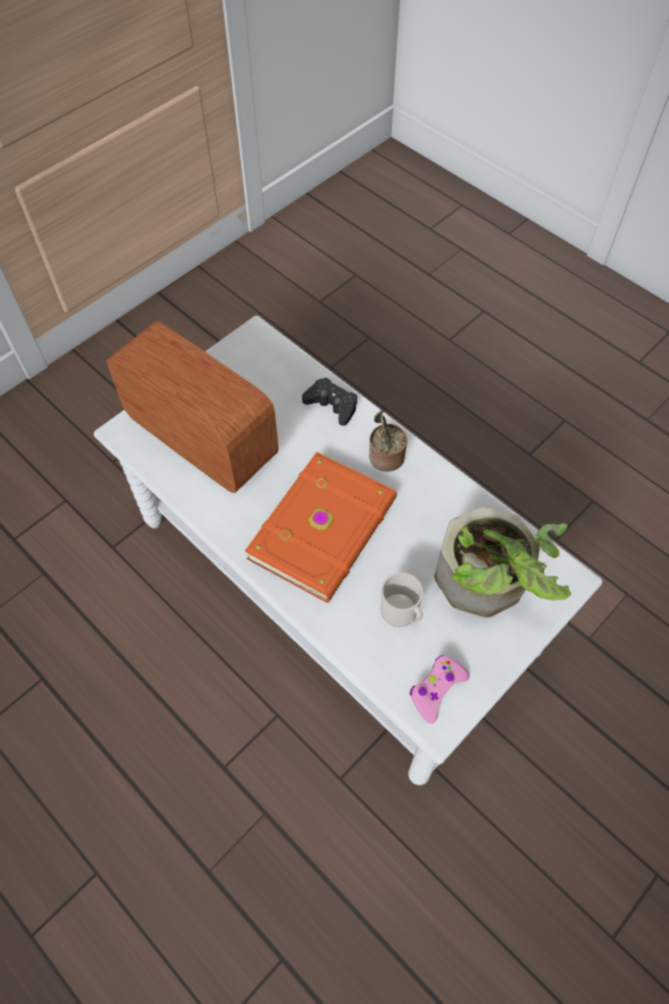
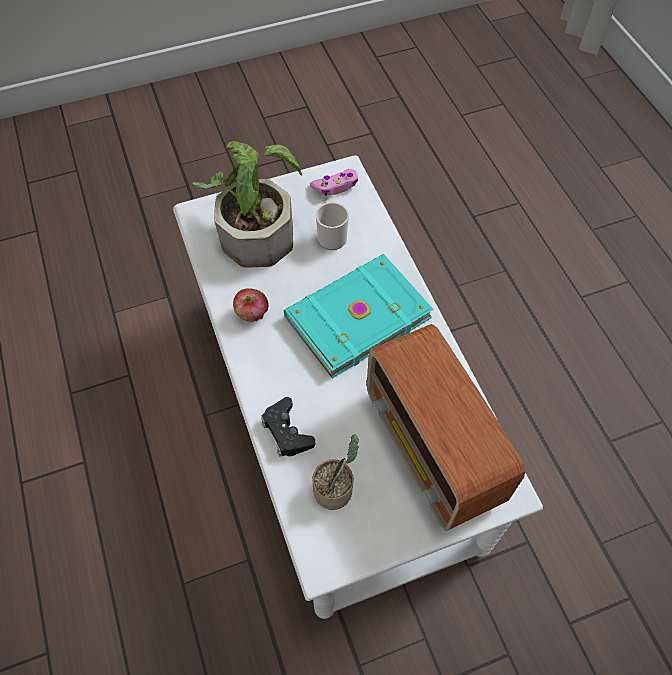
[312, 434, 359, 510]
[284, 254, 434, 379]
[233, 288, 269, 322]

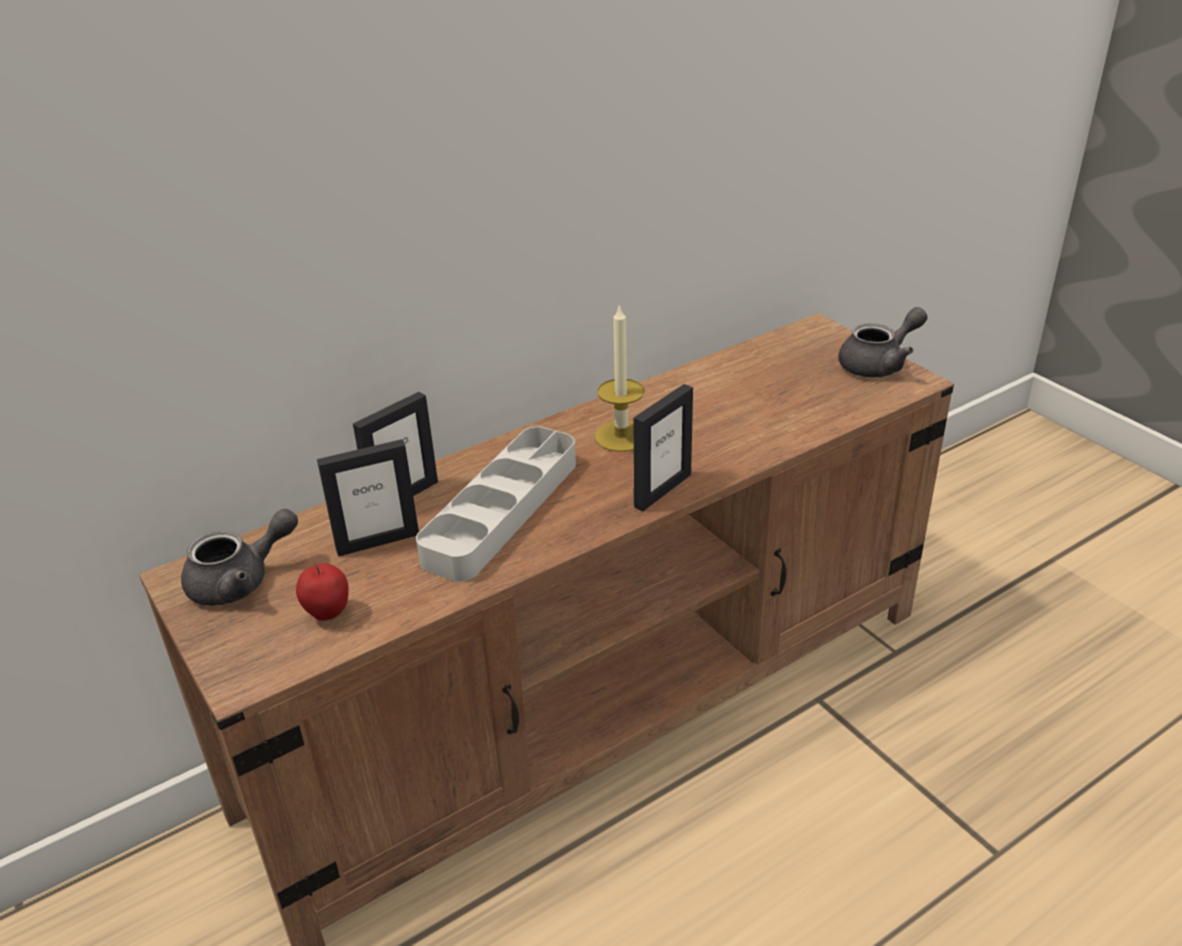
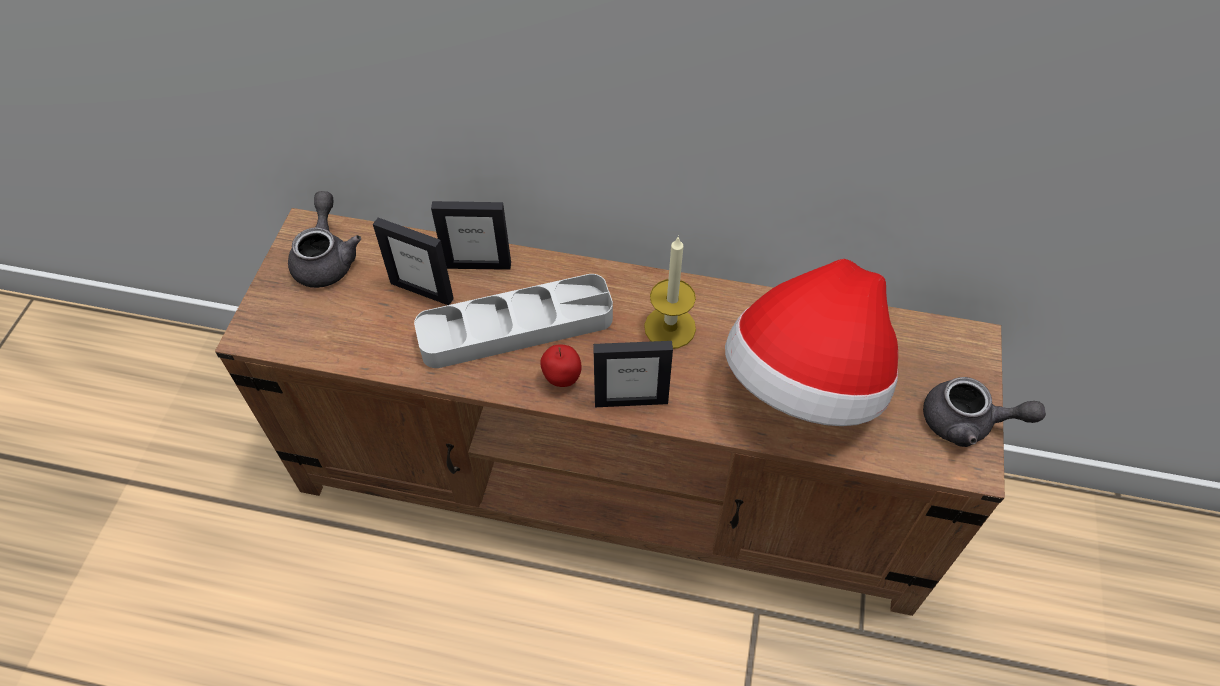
[288, 191, 361, 288]
[540, 345, 582, 387]
[725, 259, 898, 426]

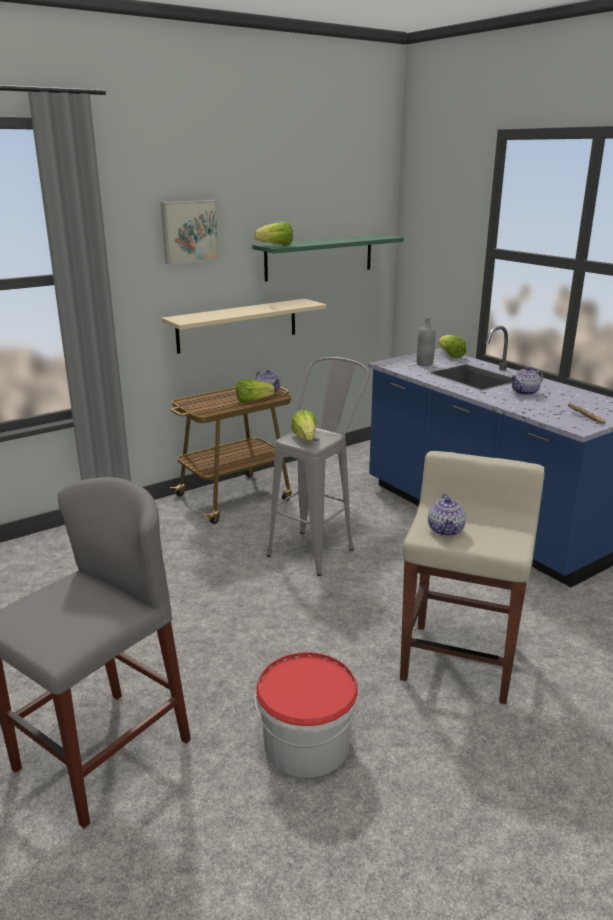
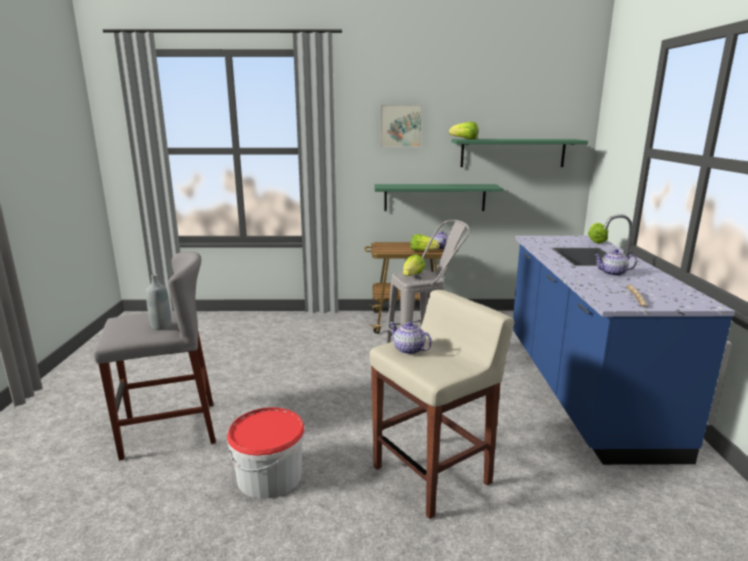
[374, 184, 503, 211]
[146, 274, 172, 330]
[389, 321, 432, 355]

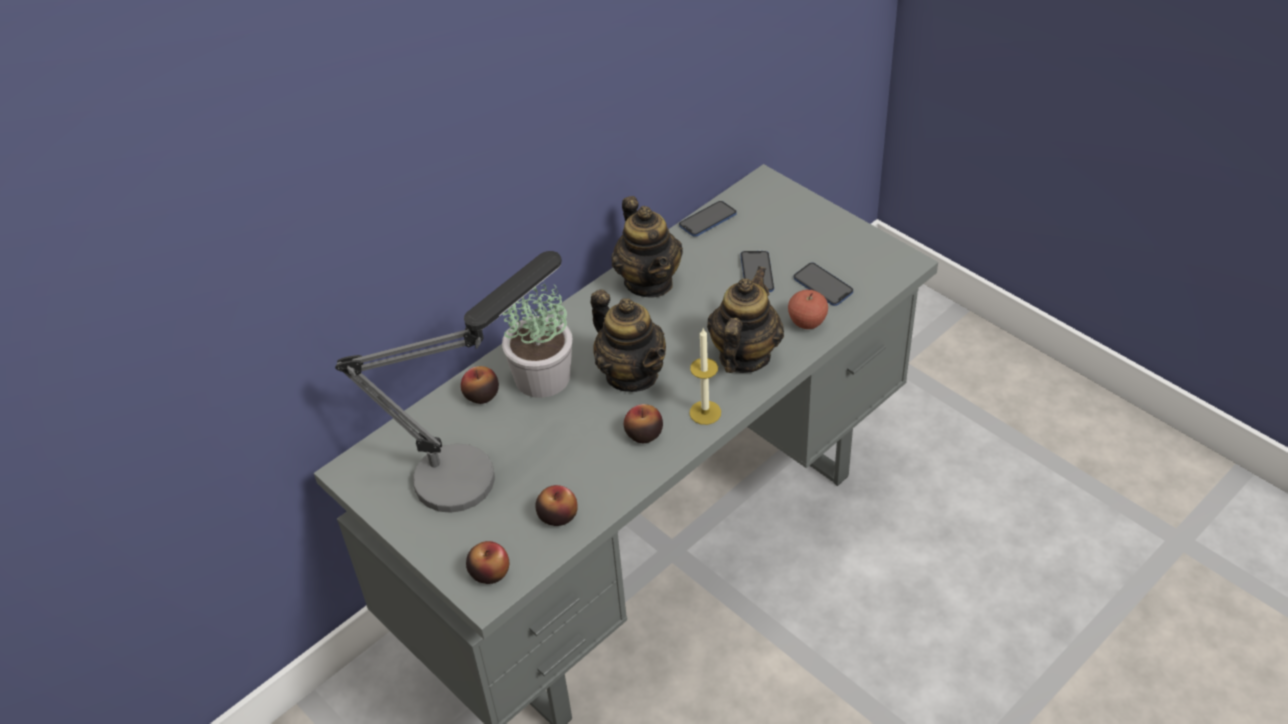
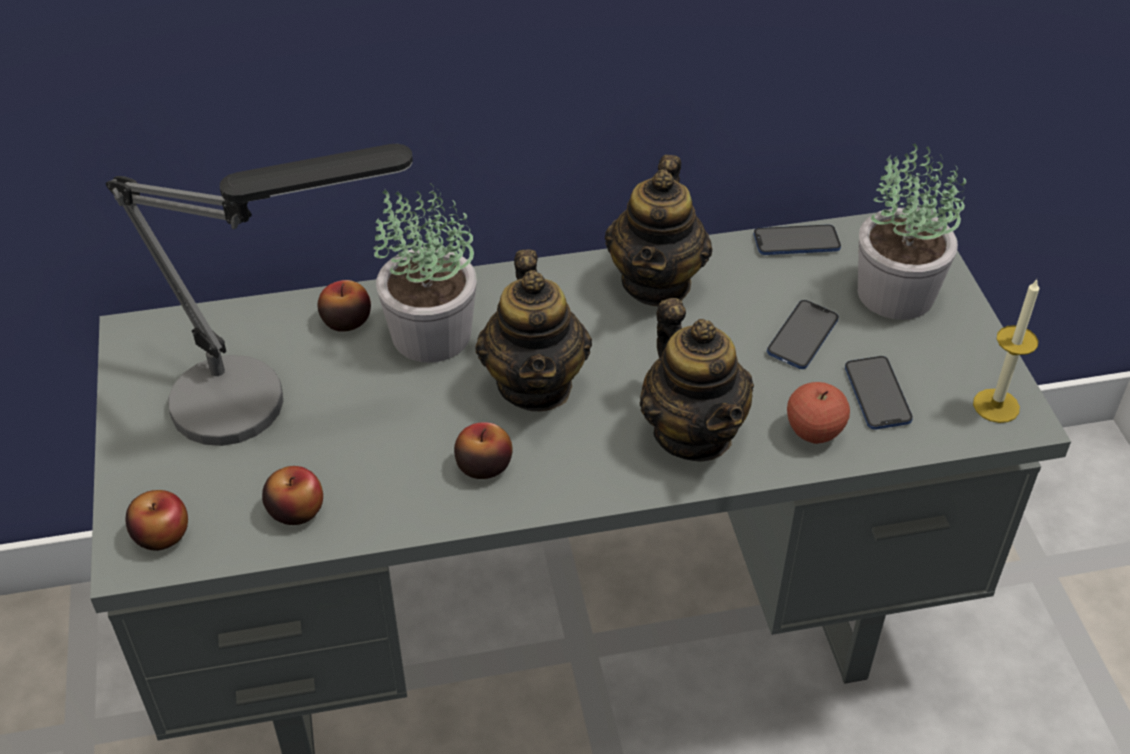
[640, 298, 754, 462]
[973, 279, 1039, 423]
[858, 143, 966, 320]

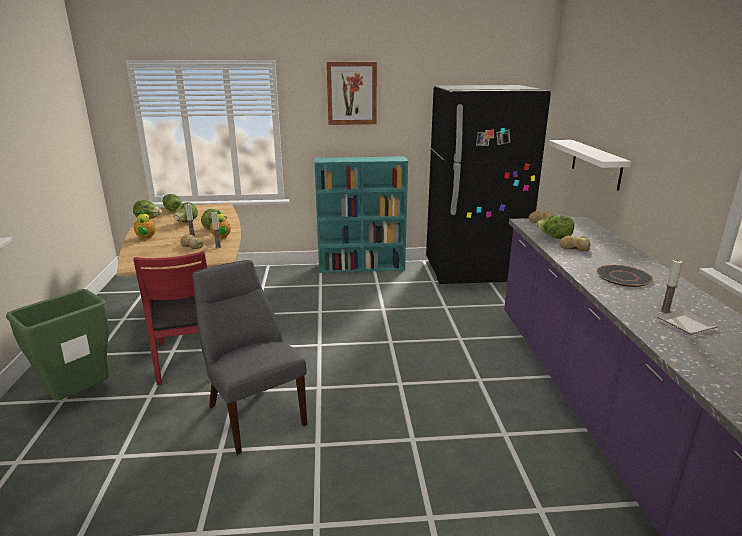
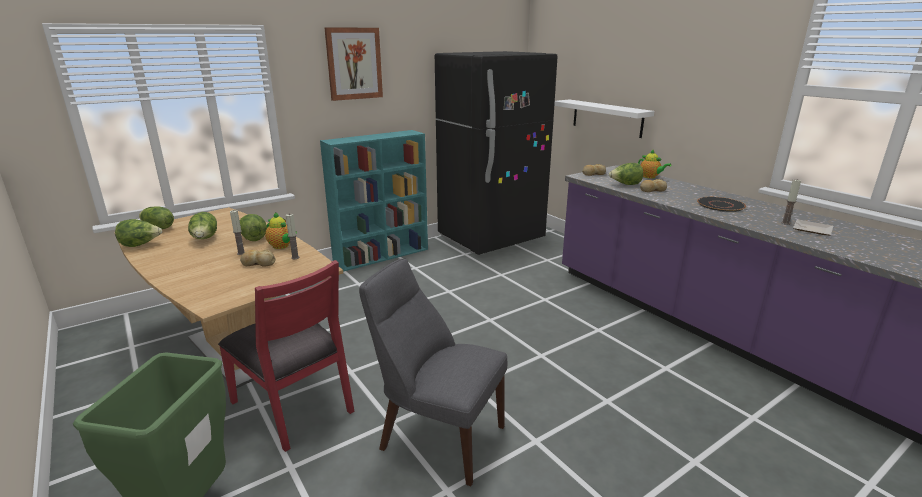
[638, 149, 672, 179]

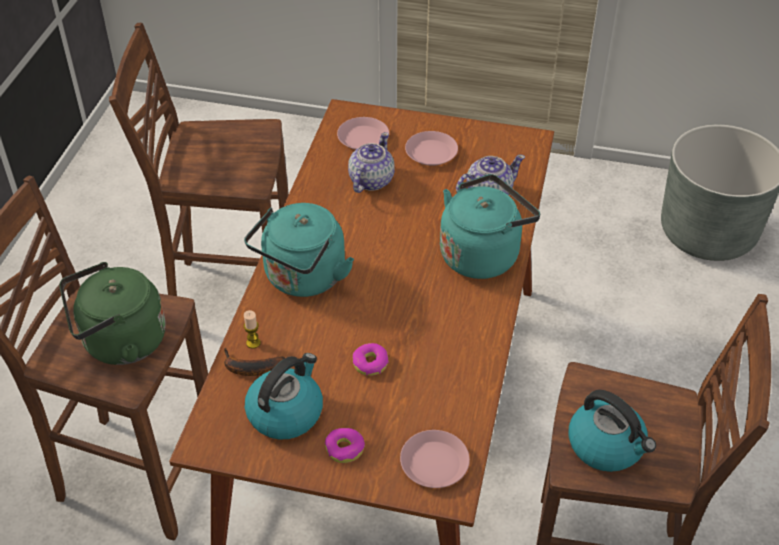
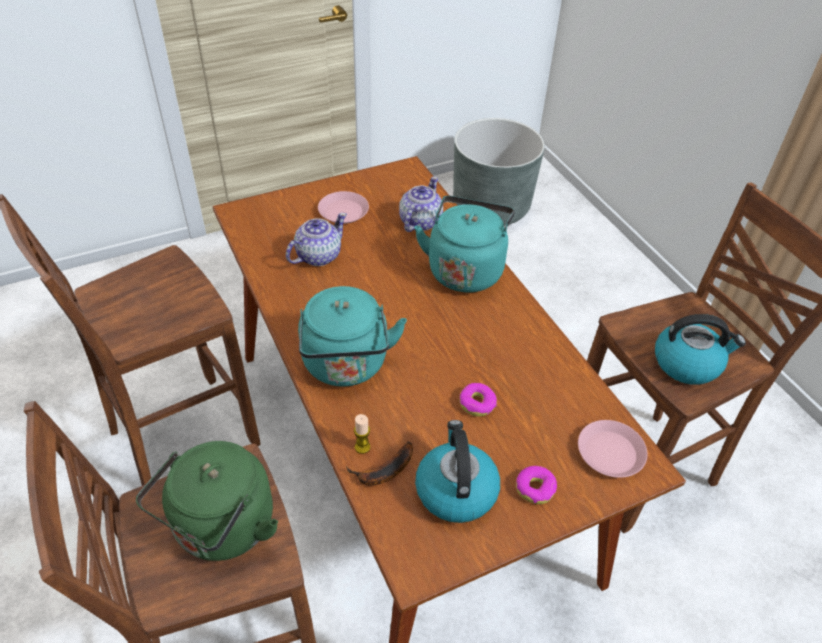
[337, 117, 389, 150] (first image)
[286, 213, 347, 266]

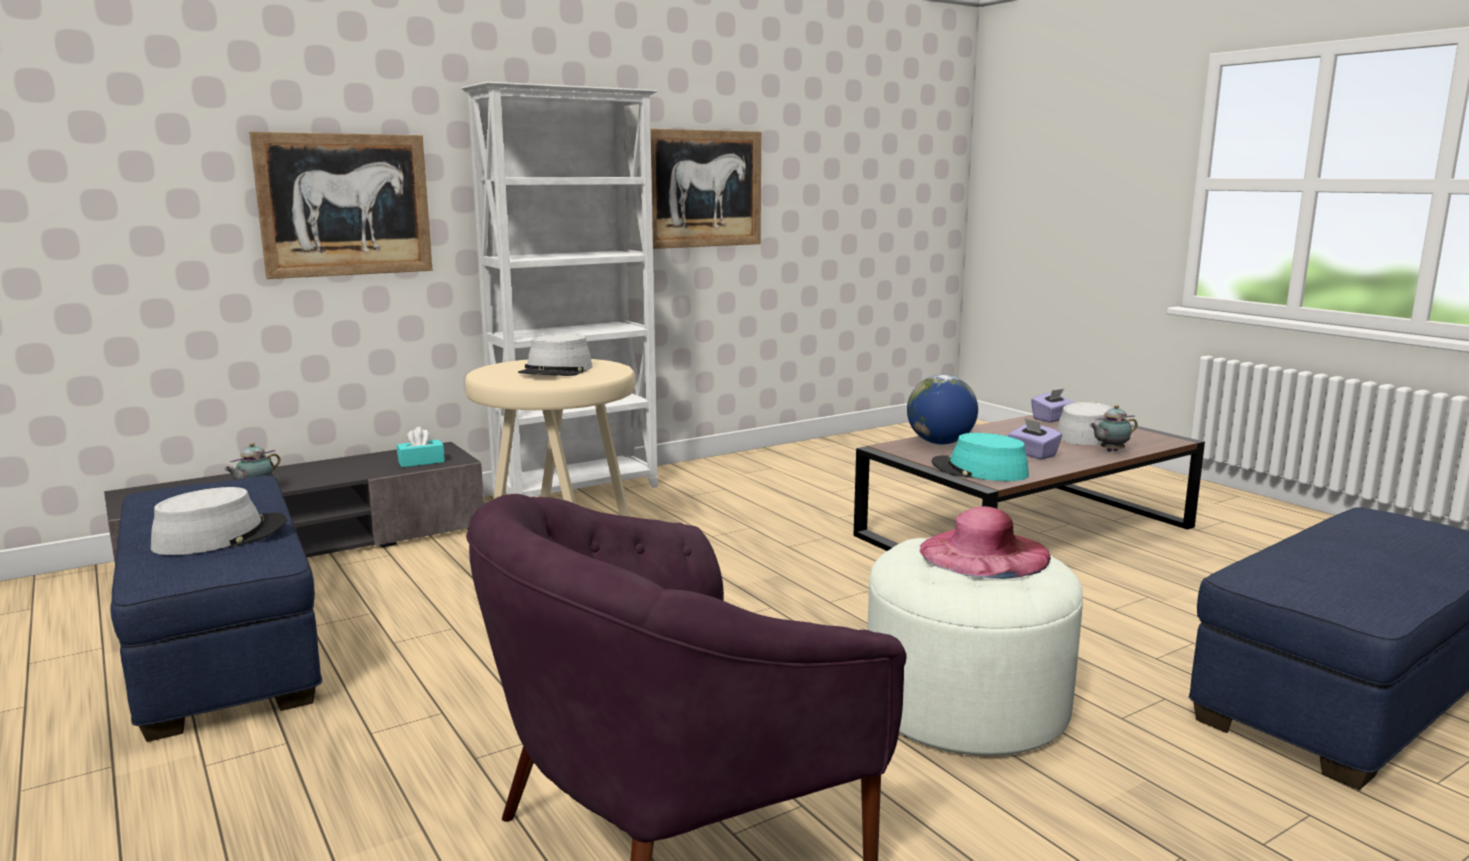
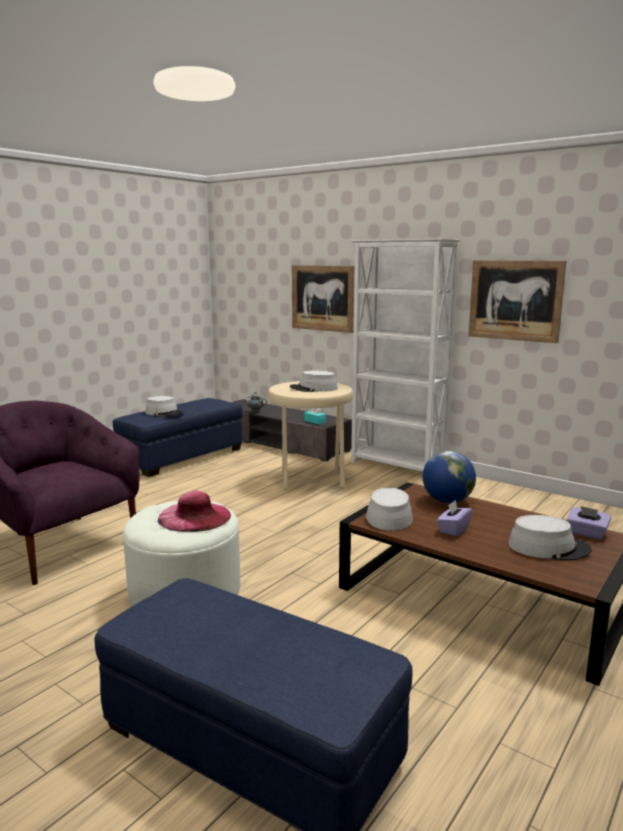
[1089, 405, 1137, 452] (first image)
[366, 488, 413, 531]

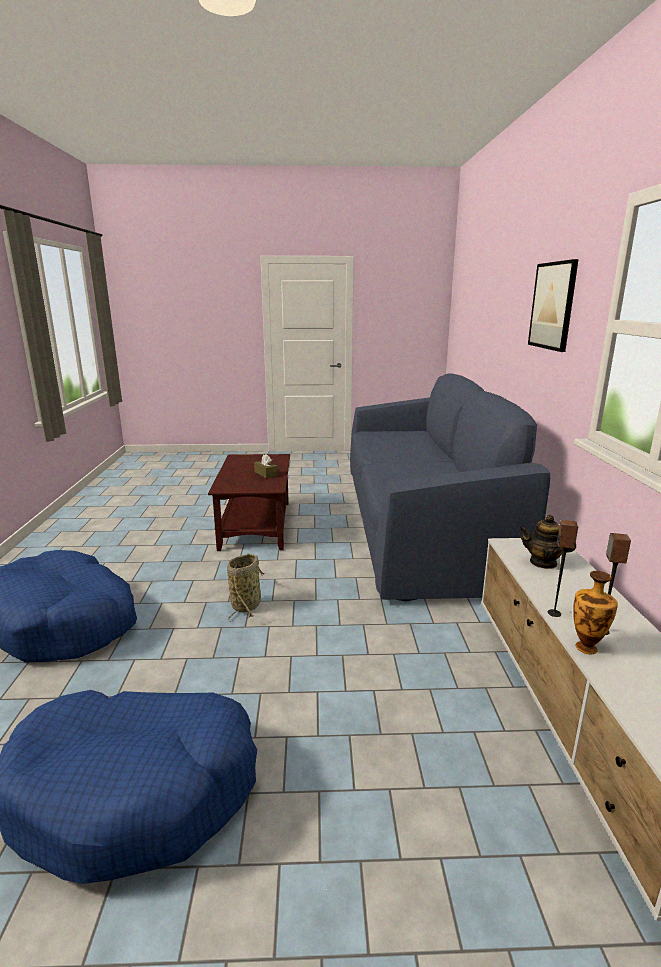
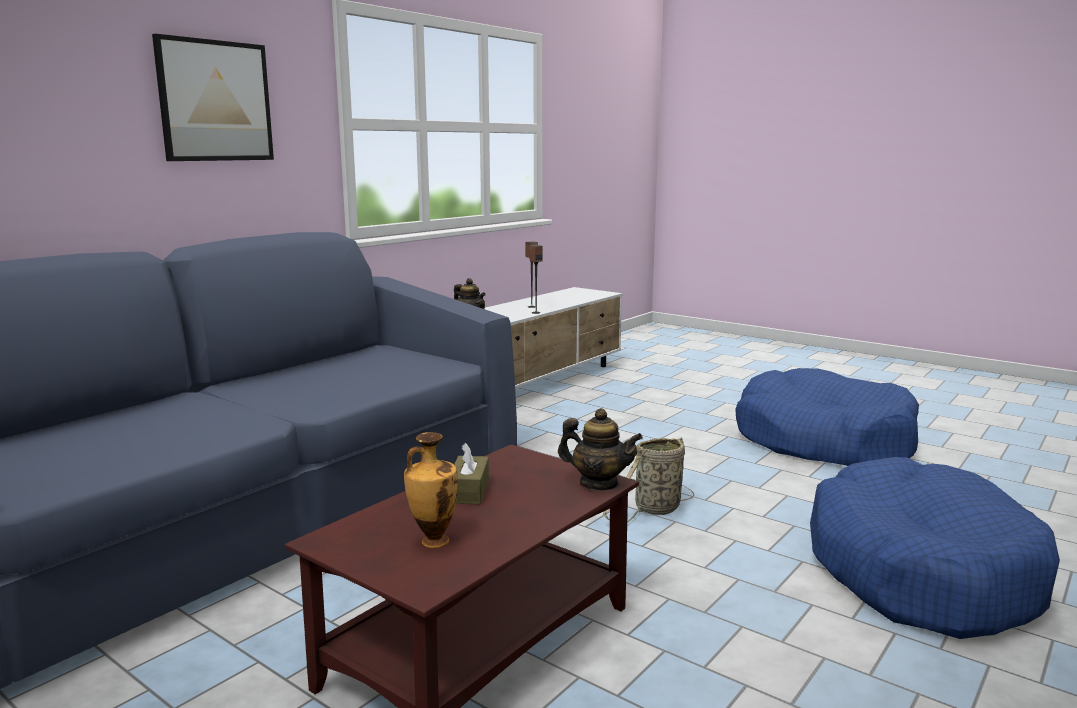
[404, 432, 458, 548]
[558, 408, 643, 490]

